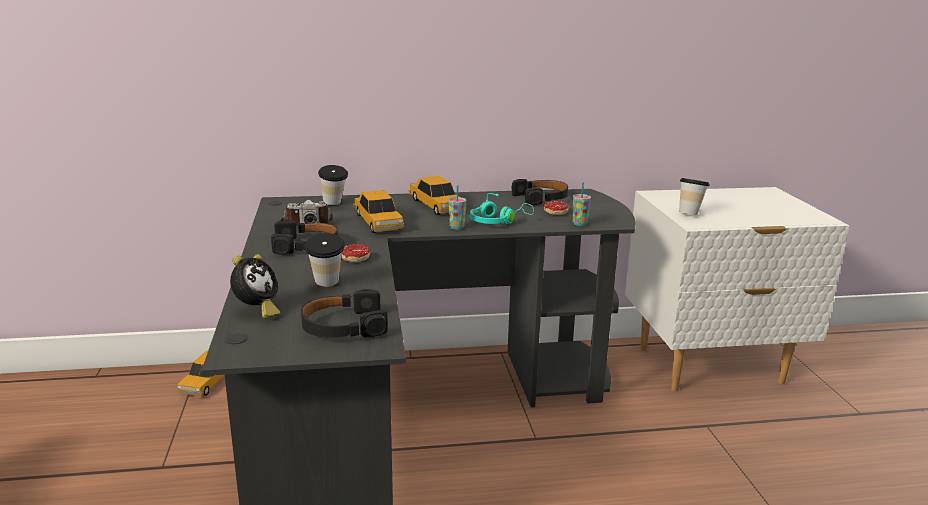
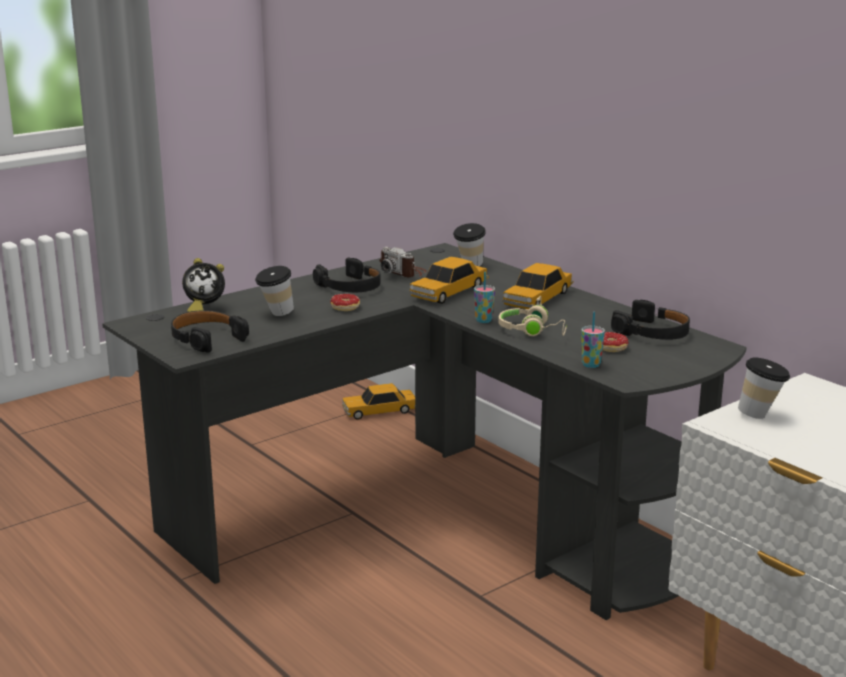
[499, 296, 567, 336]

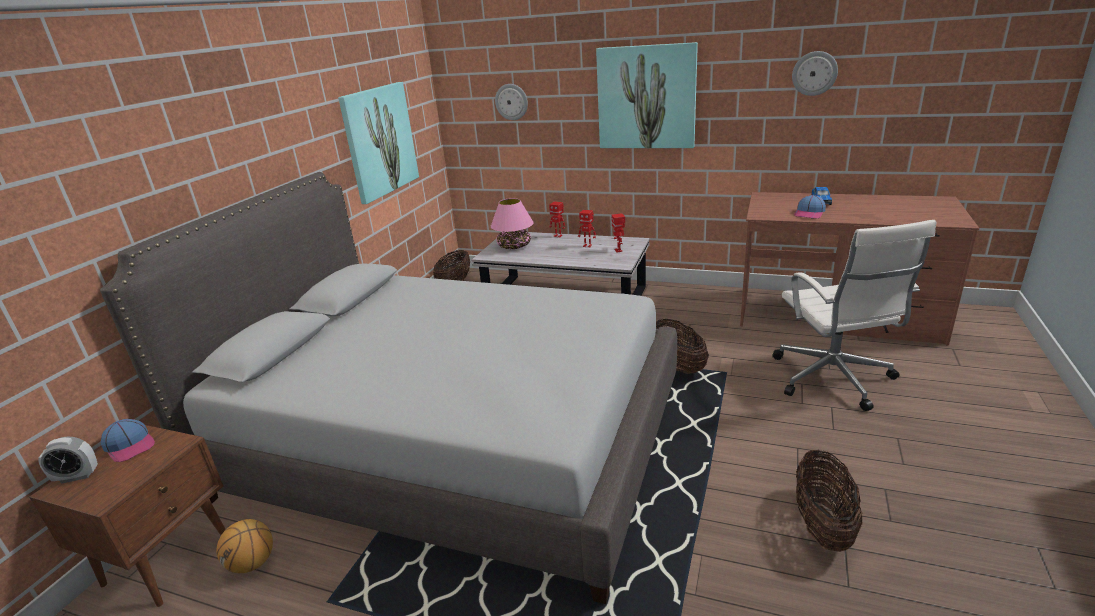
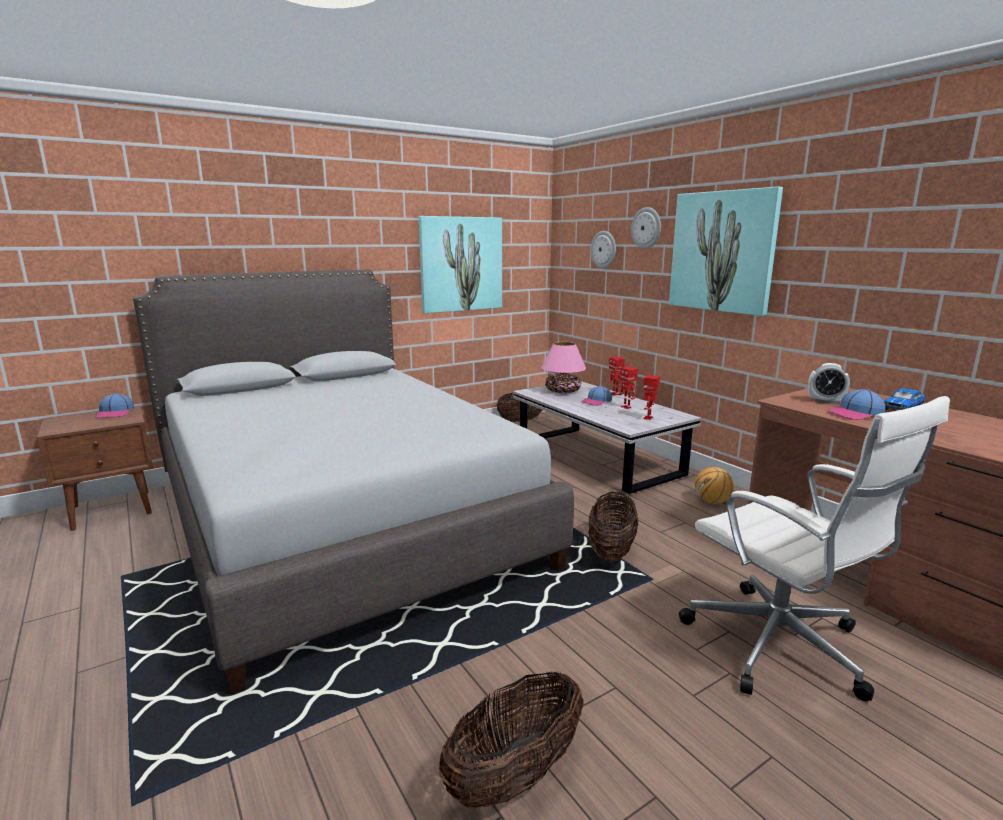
[631, 207, 661, 249]
[679, 396, 950, 701]
[808, 363, 850, 404]
[695, 467, 734, 504]
[581, 386, 612, 406]

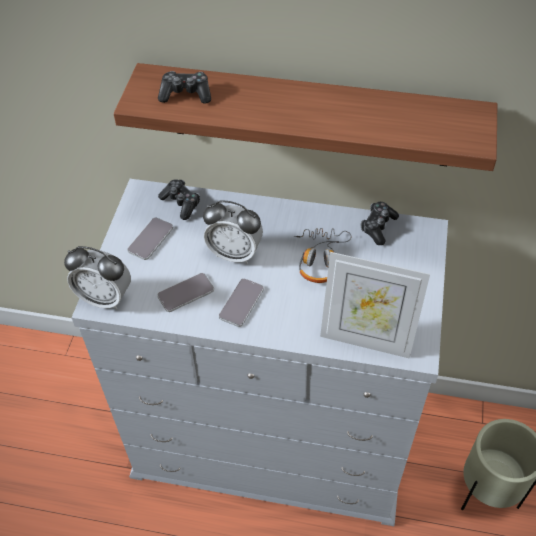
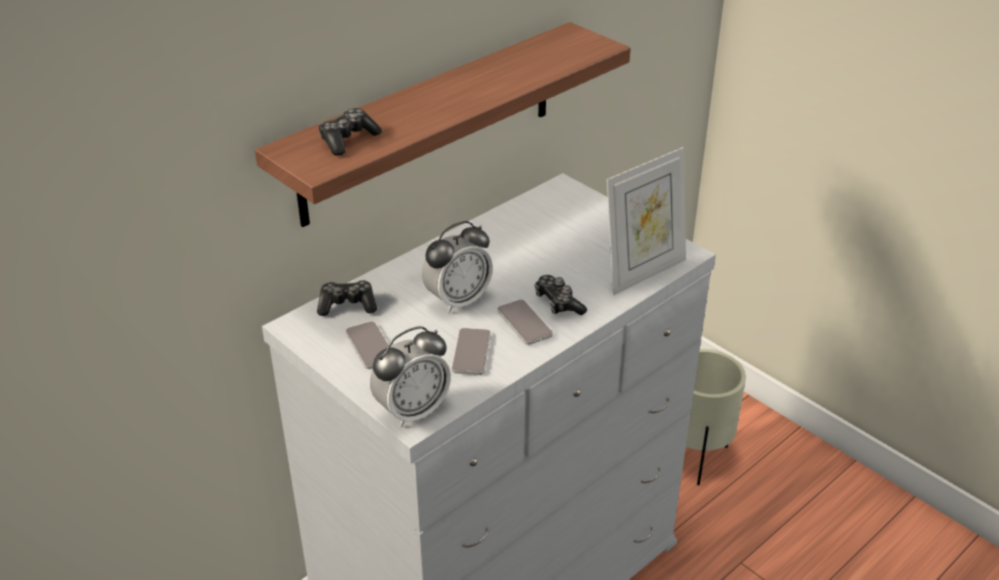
[535, 275, 587, 315]
[294, 228, 351, 283] (first image)

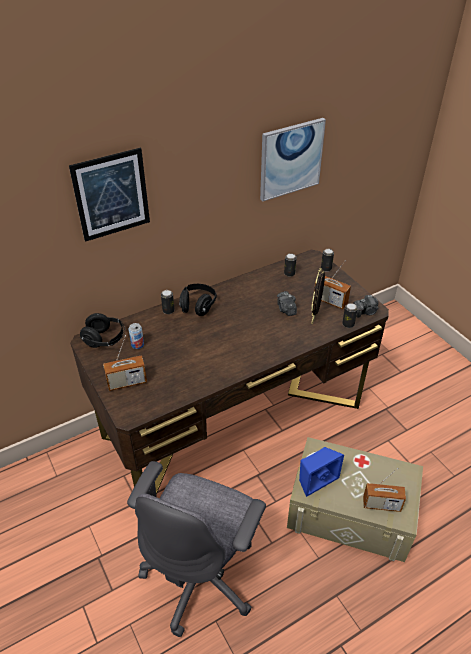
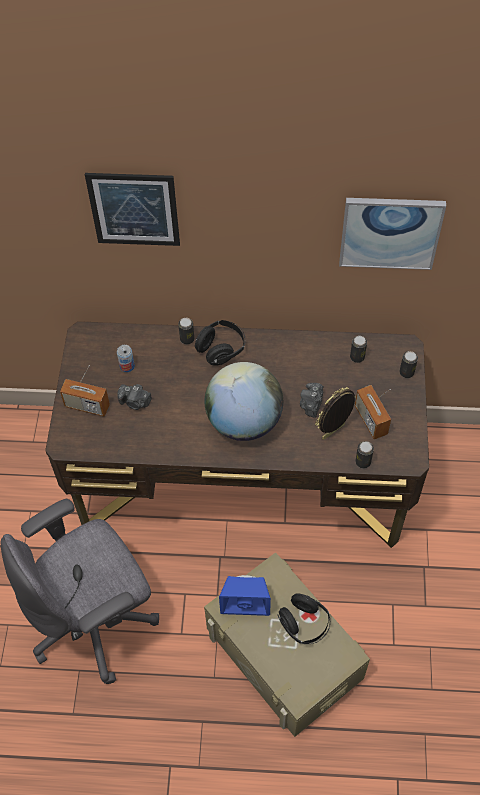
[117, 384, 152, 410]
[277, 593, 330, 644]
[363, 468, 406, 512] (first image)
[205, 362, 283, 441]

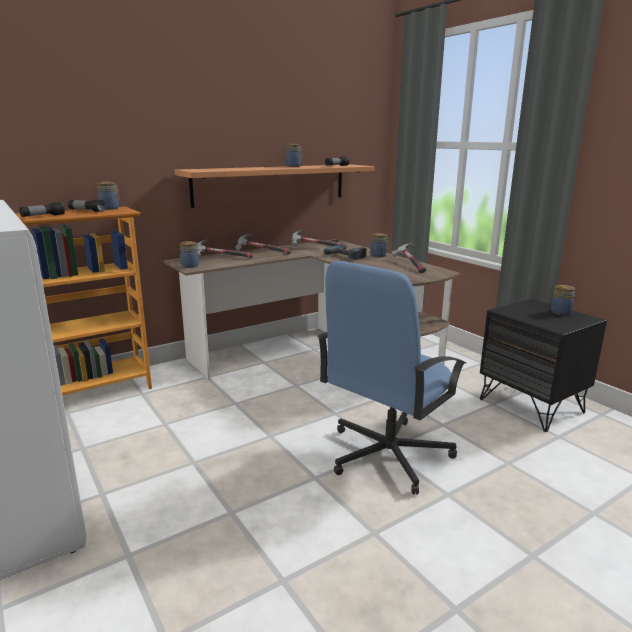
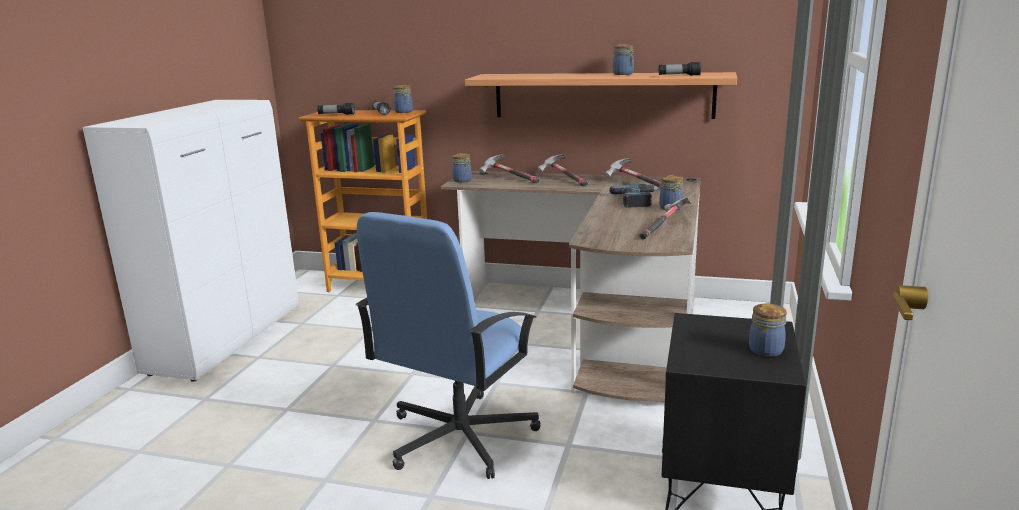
[356, 212, 540, 479]

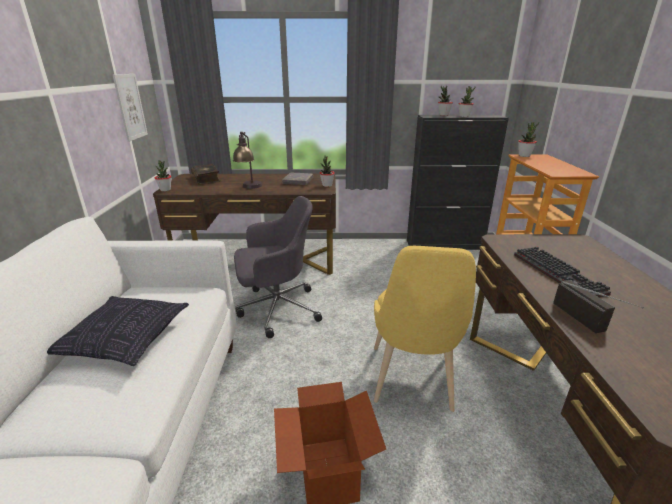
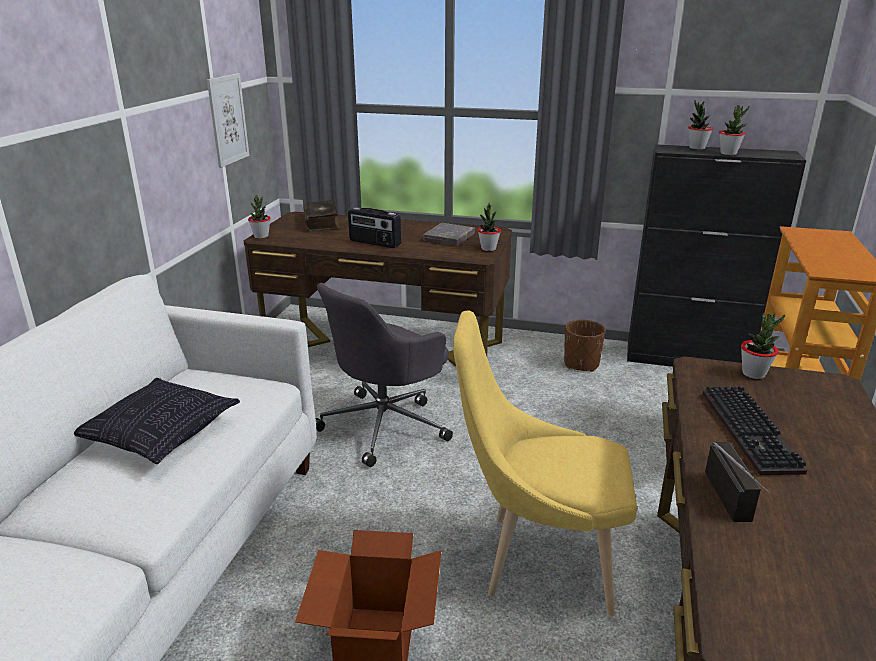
[741, 313, 785, 379]
[348, 207, 401, 248]
[316, 283, 453, 467]
[453, 310, 637, 617]
[564, 320, 606, 372]

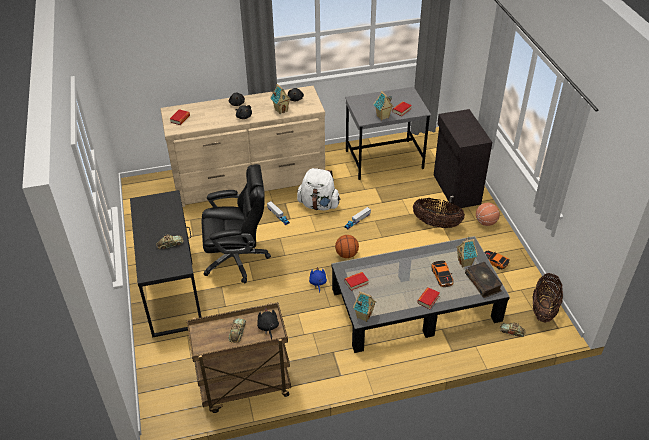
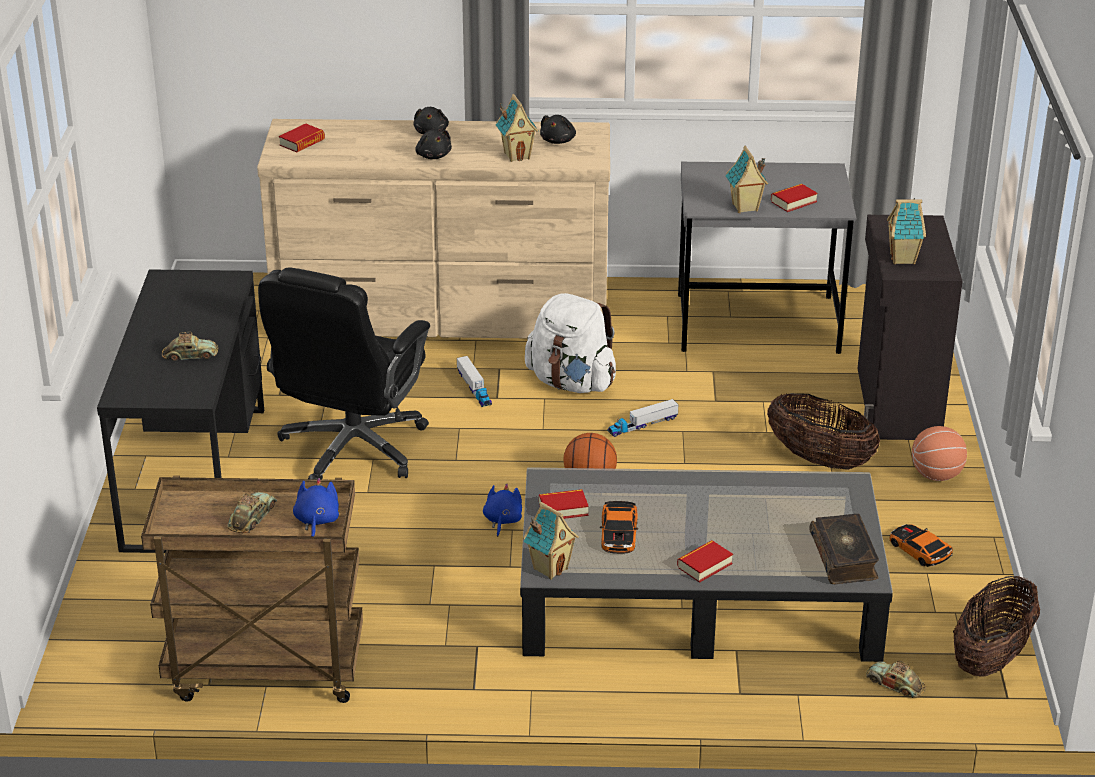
[258, 267, 430, 480]
[887, 198, 926, 264]
[600, 501, 638, 554]
[293, 478, 339, 536]

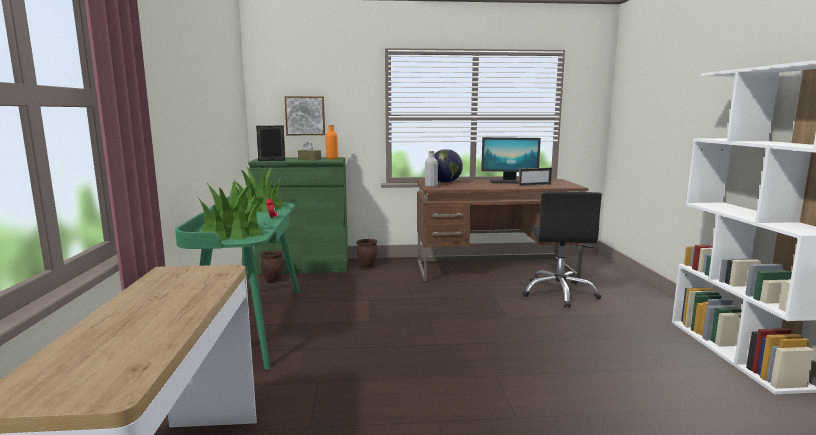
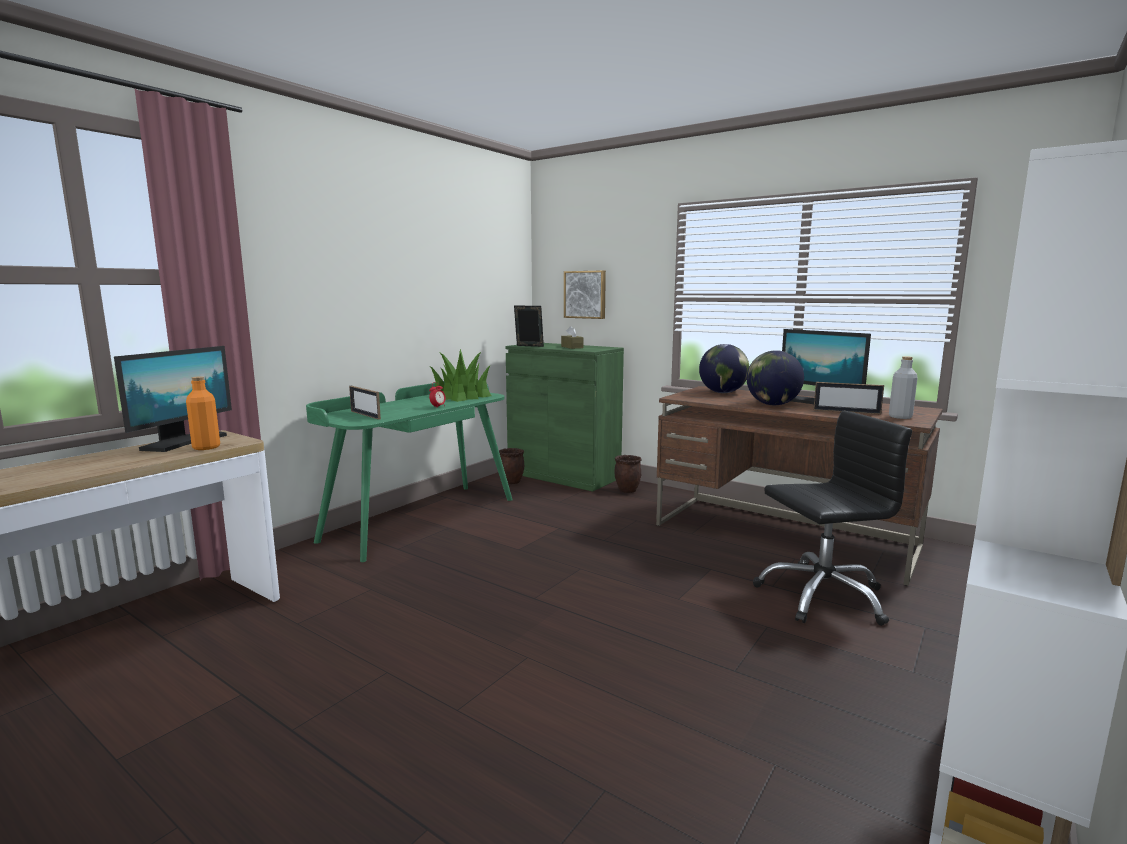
[186, 376, 220, 450]
[889, 356, 918, 419]
[349, 386, 381, 420]
[753, 411, 912, 626]
[114, 346, 232, 452]
[747, 350, 804, 405]

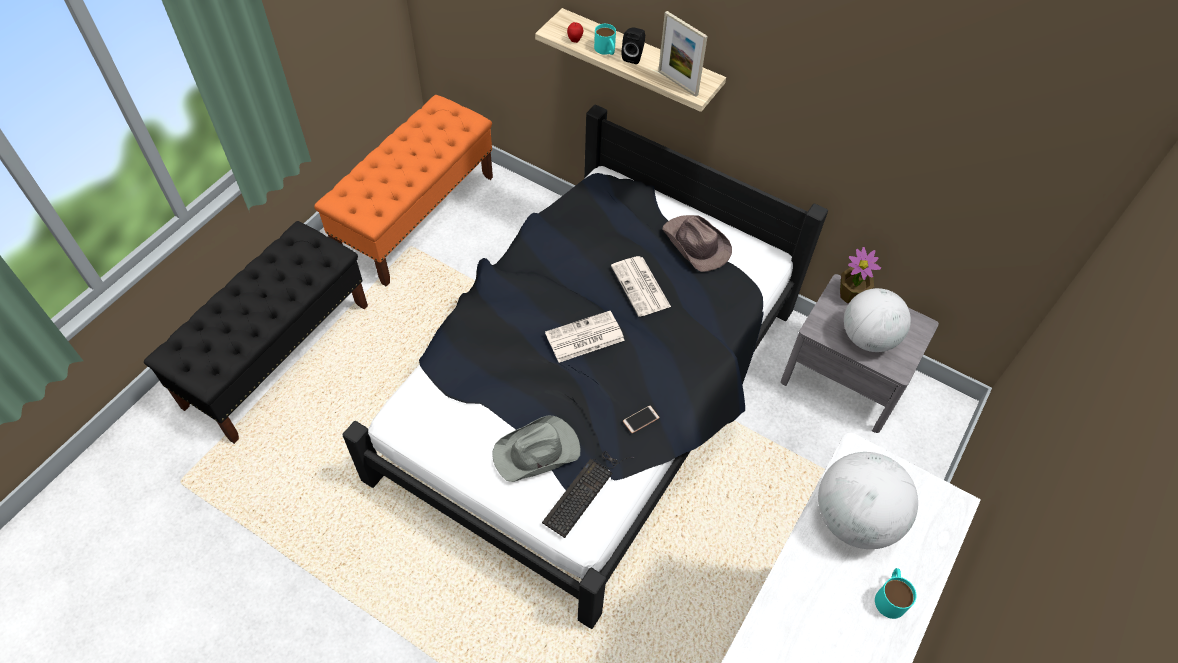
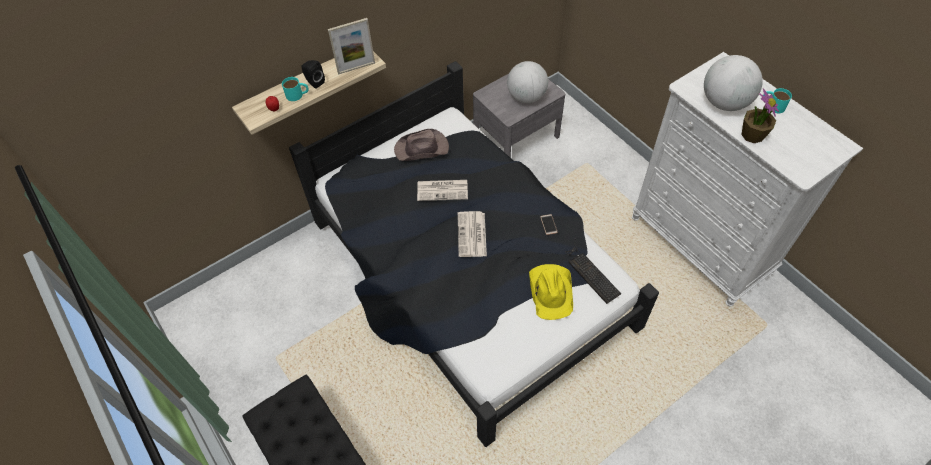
[314, 95, 493, 287] (first image)
[741, 88, 779, 143]
[529, 264, 573, 320]

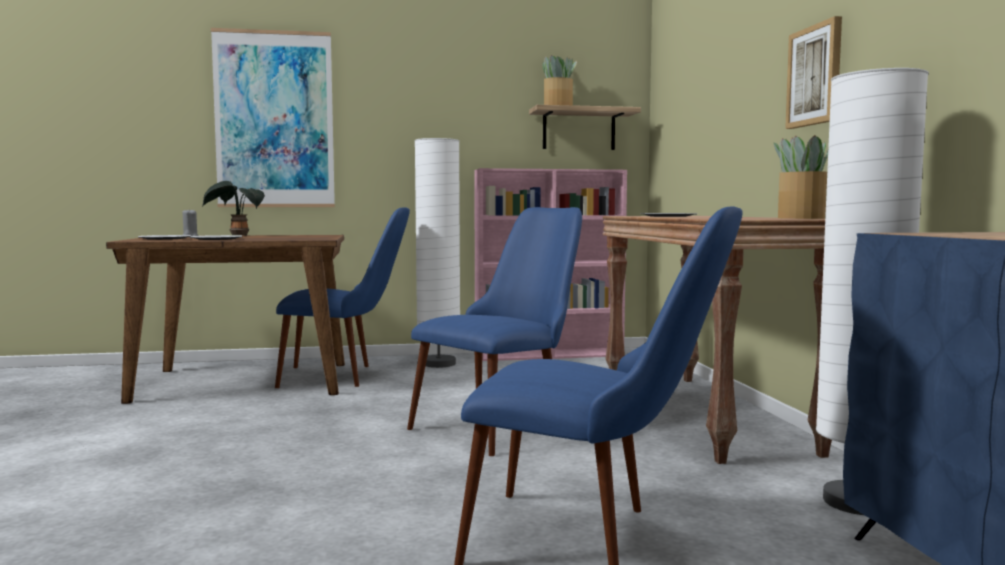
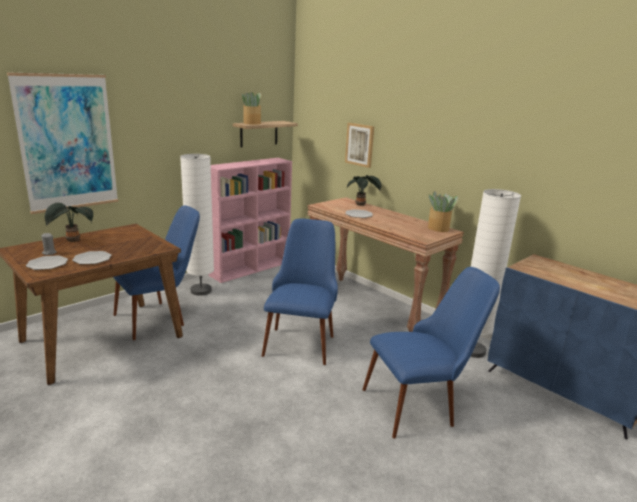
[345, 123, 374, 168]
[347, 175, 381, 206]

